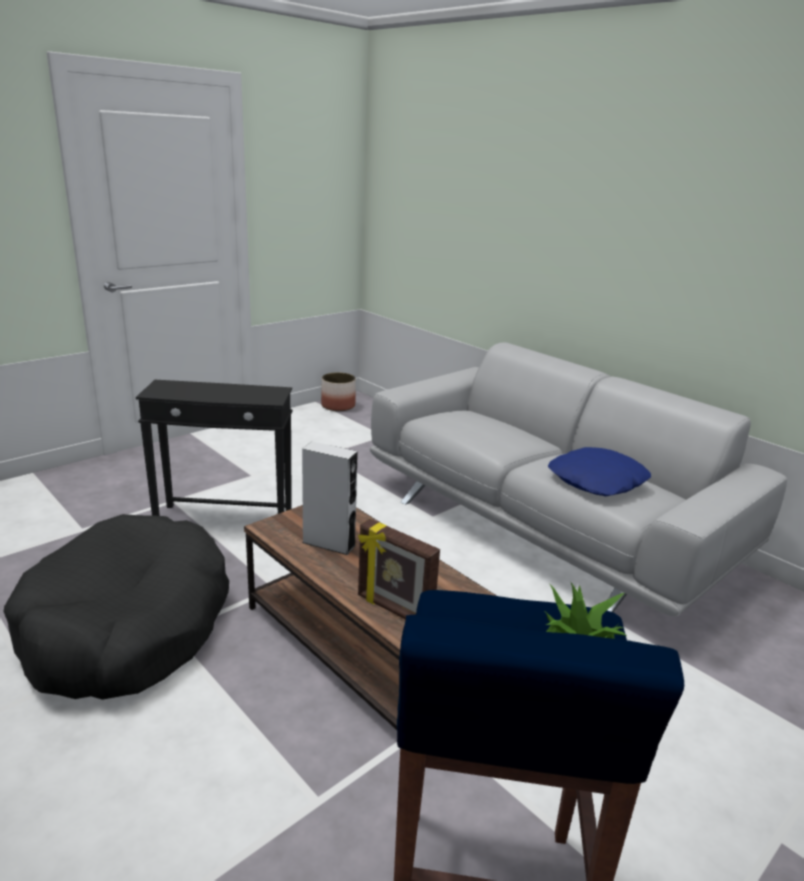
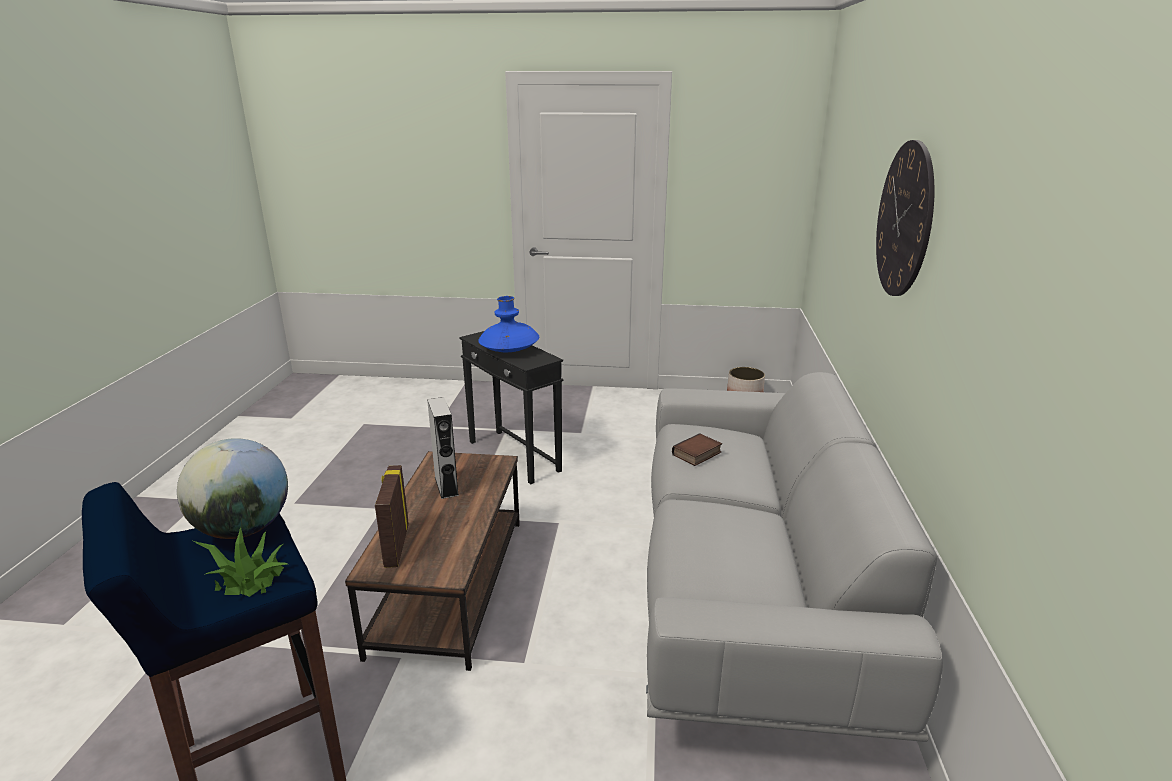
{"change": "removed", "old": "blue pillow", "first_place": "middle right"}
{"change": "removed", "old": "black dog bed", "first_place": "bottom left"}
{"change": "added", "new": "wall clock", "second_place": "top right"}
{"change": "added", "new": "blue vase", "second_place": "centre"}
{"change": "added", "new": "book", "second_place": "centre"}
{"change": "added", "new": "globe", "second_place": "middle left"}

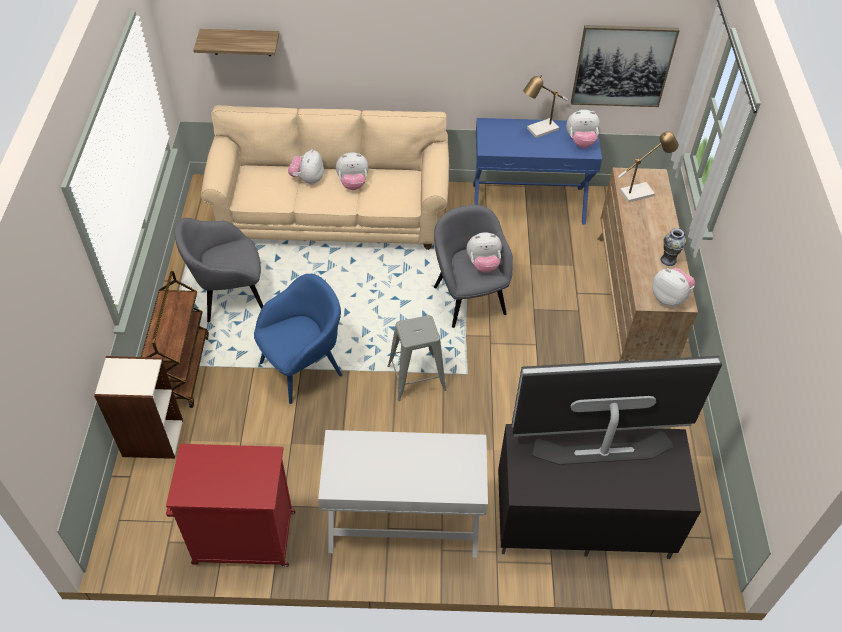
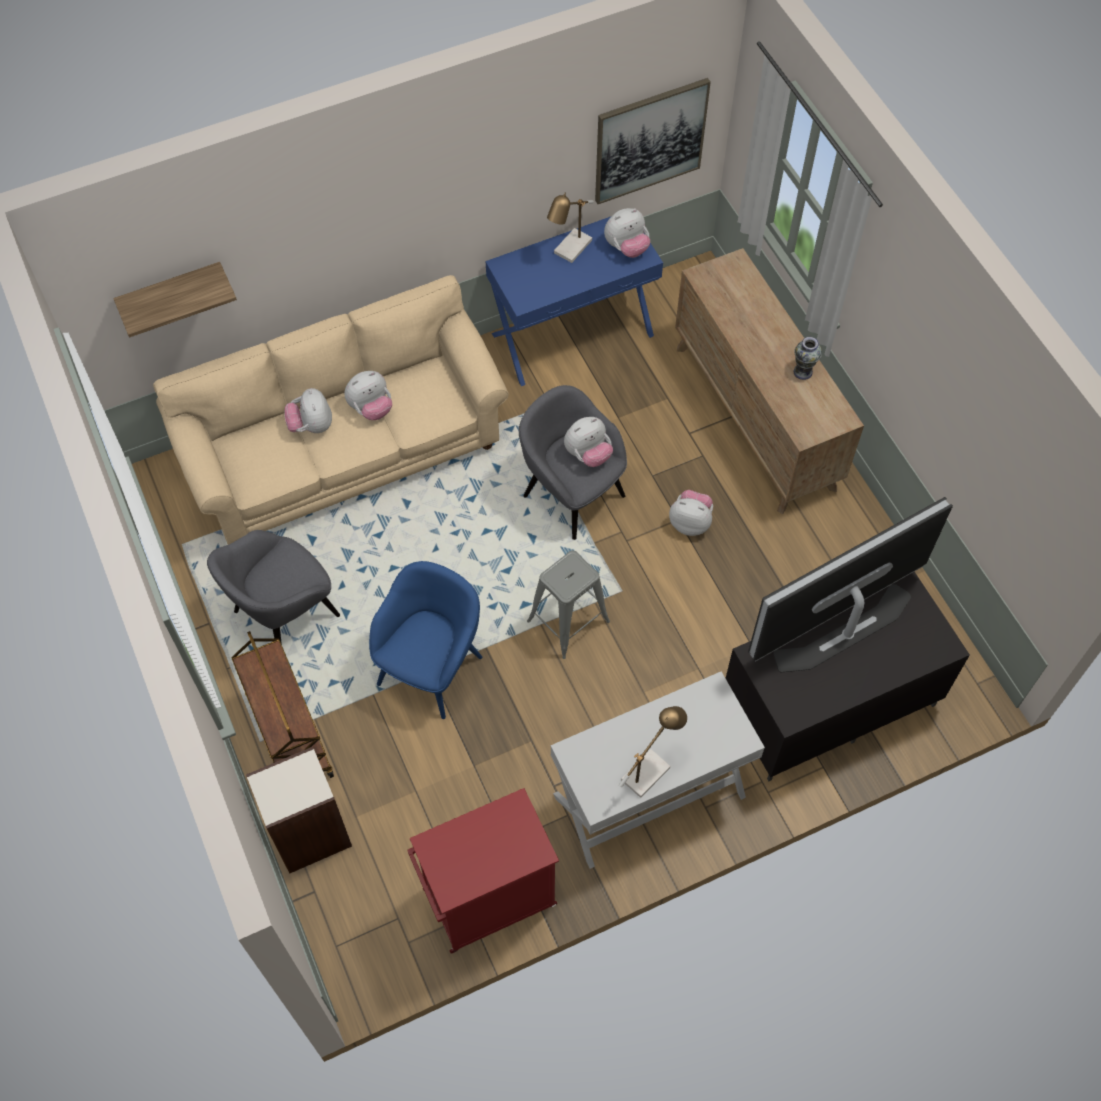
{"change": "moved", "old": "table lamp (2nd from left)", "first_place": "top right", "second_place": "bottom centre"}
{"change": "moved", "old": "plush toy (5th from left)", "first_place": "middle right", "second_place": "centre"}

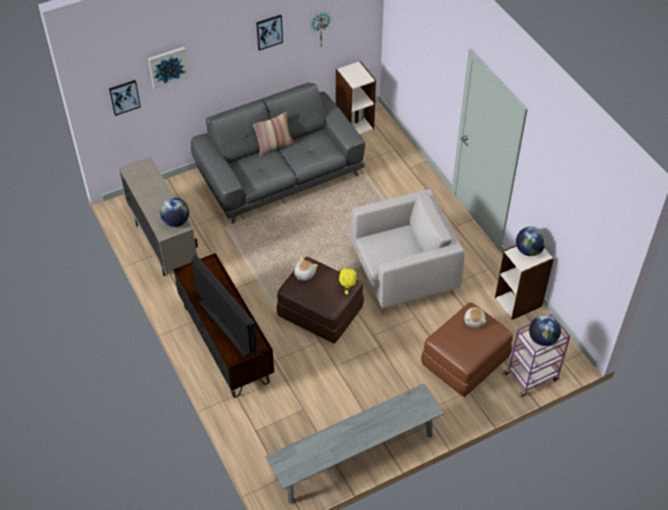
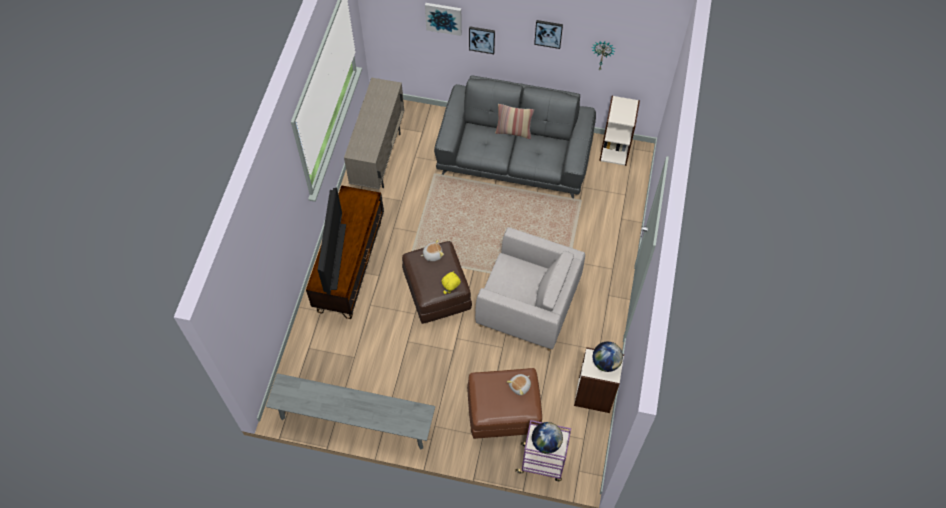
{"change": "moved", "old": "picture (1st from left in the first image)", "new": "picture (2nd from left)", "first_place": "top left", "second_place": "top centre"}
{"change": "removed", "old": "globe (1st from left)", "first_place": "middle left"}

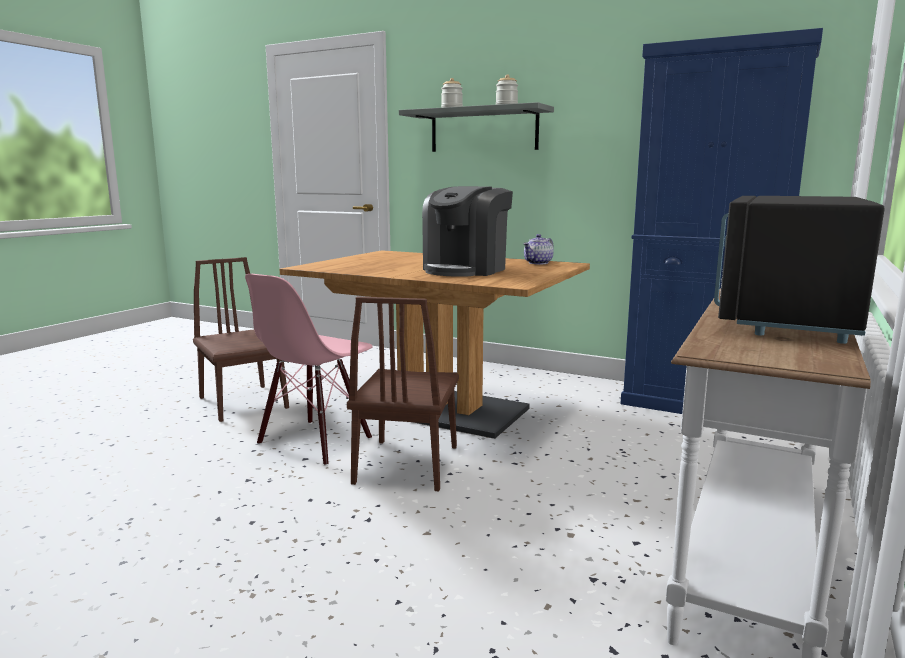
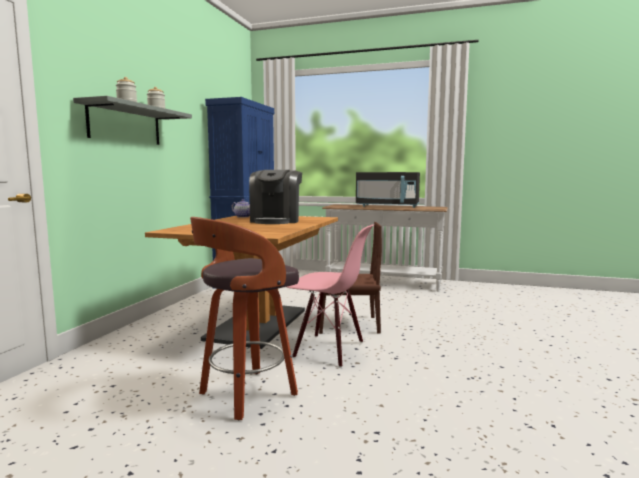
{"change": "turned", "old": "coffee machine", "first_place": "centre", "second_place": "centre", "degrees": 75}
{"change": "replaced", "old": "brown chair (1st from left)", "new": "stool", "first_place": "middle left", "second_place": "bottom centre"}

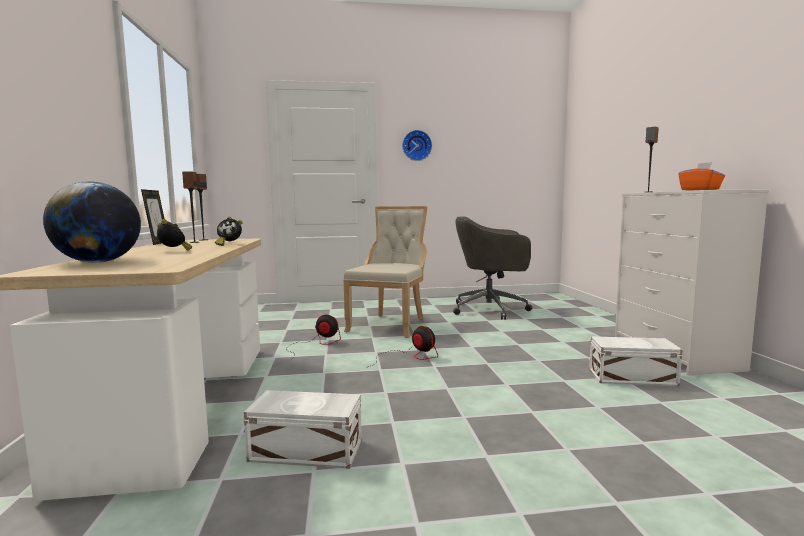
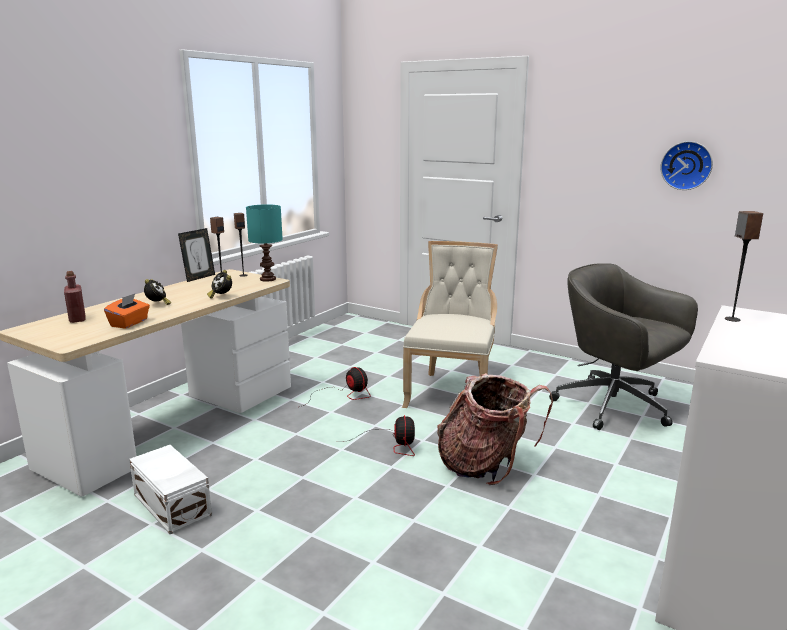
{"change": "moved", "old": "wall clock", "first_place": "top centre", "second_place": "top right"}
{"change": "moved", "old": "orange tissue box", "first_place": "top right", "second_place": "middle left"}
{"change": "replaced", "old": "globe", "new": "red bottle", "first_place": "middle left", "second_place": "middle left"}
{"change": "turned", "old": "beige chair", "first_place": "centre", "second_place": "centre", "degrees": -45}
{"change": "removed", "old": "white storage box (2nd from left)", "first_place": "bottom right"}
{"change": "added", "new": "turquoise table lamp", "second_place": "centre"}
{"change": "added", "new": "backpack", "second_place": "bottom centre"}

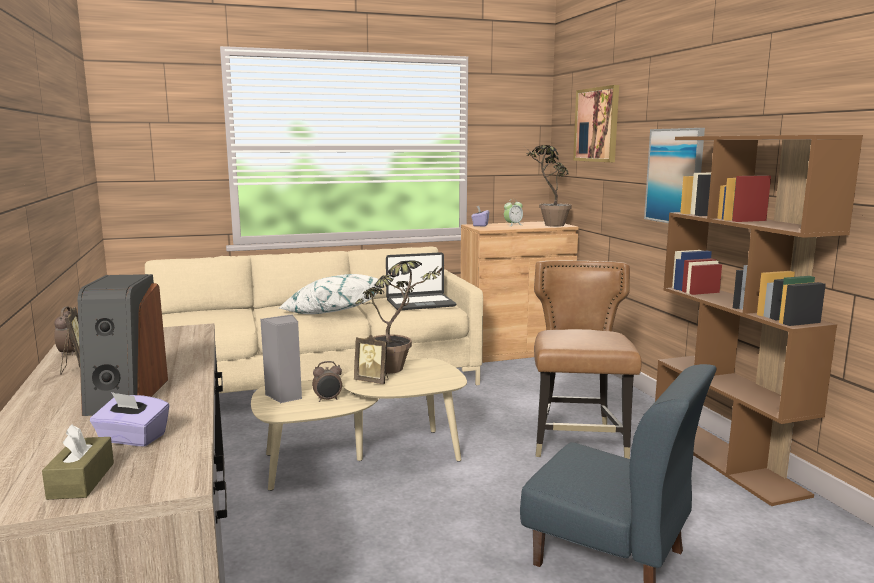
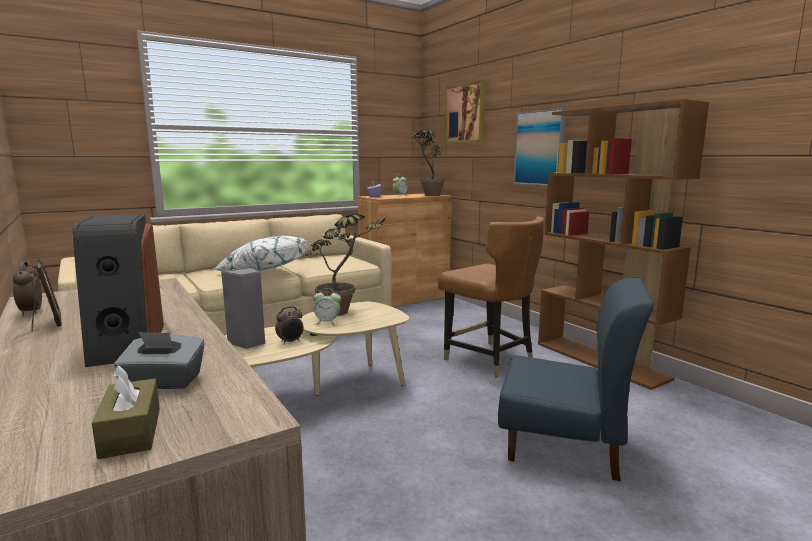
{"change": "removed", "old": "laptop", "first_place": "centre"}
{"change": "turned", "old": "brown chair", "first_place": "middle right", "second_place": "centre", "degrees": 150}
{"change": "replaced", "old": "picture frame (2nd from left)", "new": "alarm clock (3rd from left)", "first_place": "centre", "second_place": "centre"}
{"change": "recoloured", "old": "purple tissue box (1st from left)", "new": "grey tissue box", "first_place": "bottom left", "second_place": "middle left"}

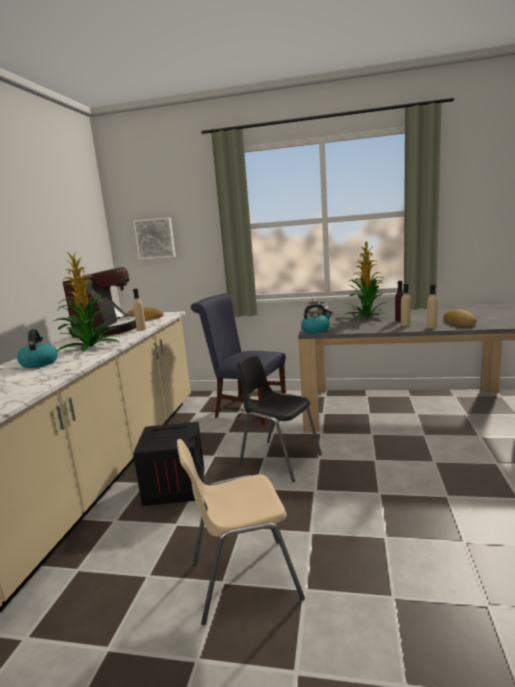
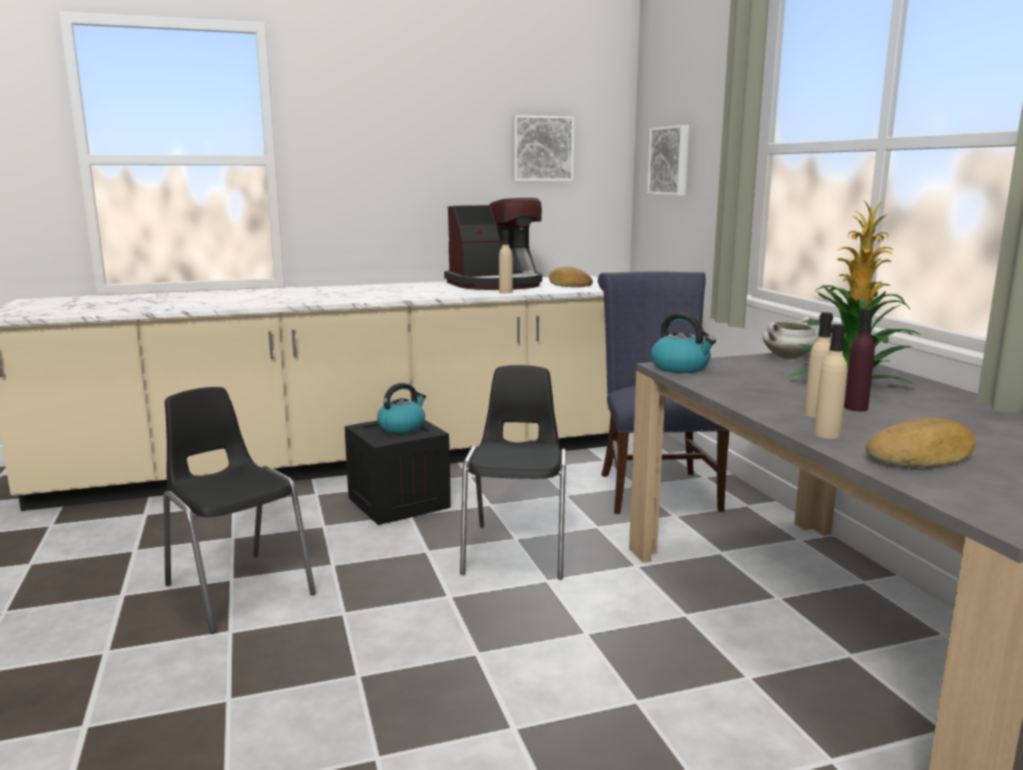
{"change": "removed", "old": "potted plant (1st from left)", "first_place": "middle left"}
{"change": "moved", "old": "kettle (1st from left)", "first_place": "middle left", "second_place": "centre"}
{"change": "recoloured", "old": "beige chair", "new": "black chair (1st from left)", "first_place": "bottom centre", "second_place": "middle left"}
{"change": "added", "new": "picture (1st from left)", "second_place": "top centre"}

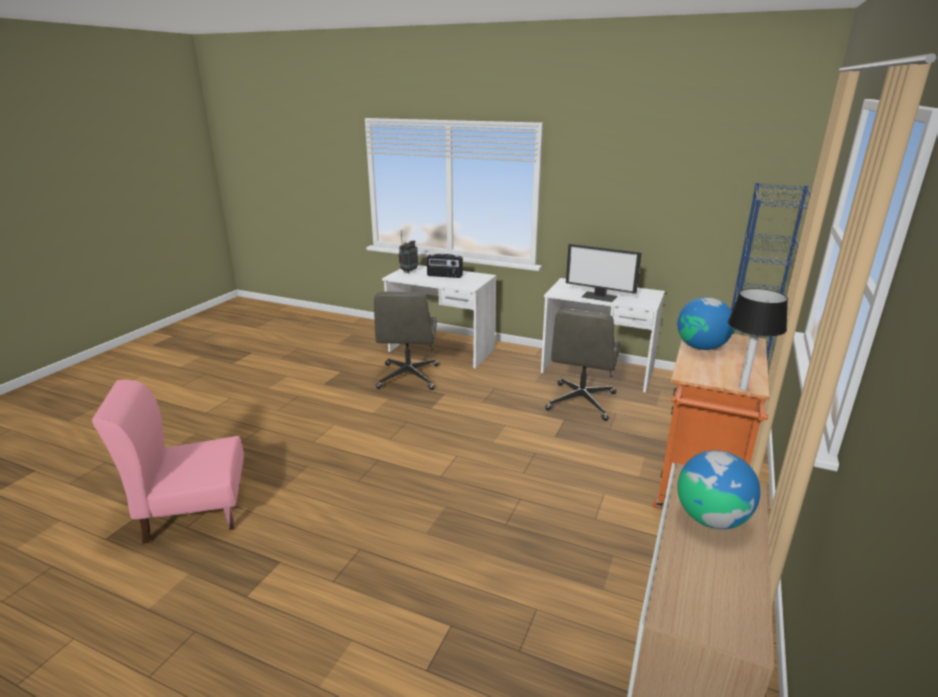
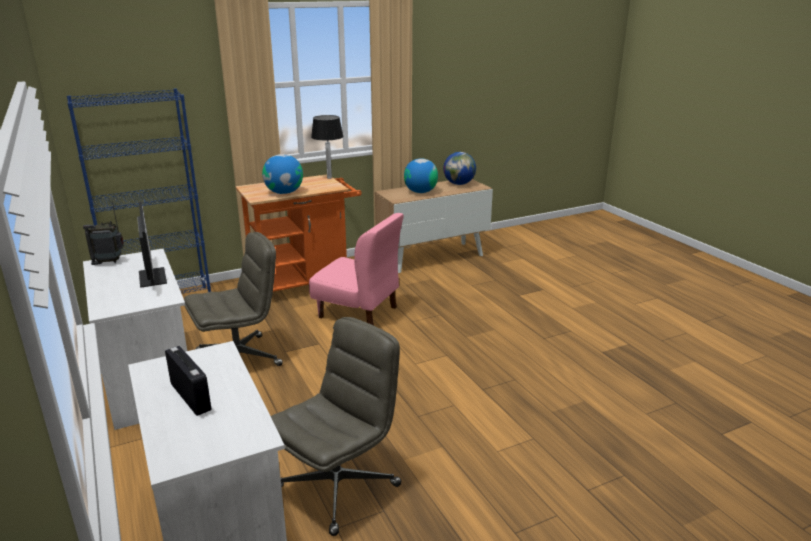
{"change": "moved", "old": "radio (1st from left)", "first_place": "centre", "second_place": "middle left"}
{"change": "moved", "old": "pink chair", "first_place": "middle left", "second_place": "centre"}
{"change": "added", "new": "globe (3rd from left)", "second_place": "top centre"}

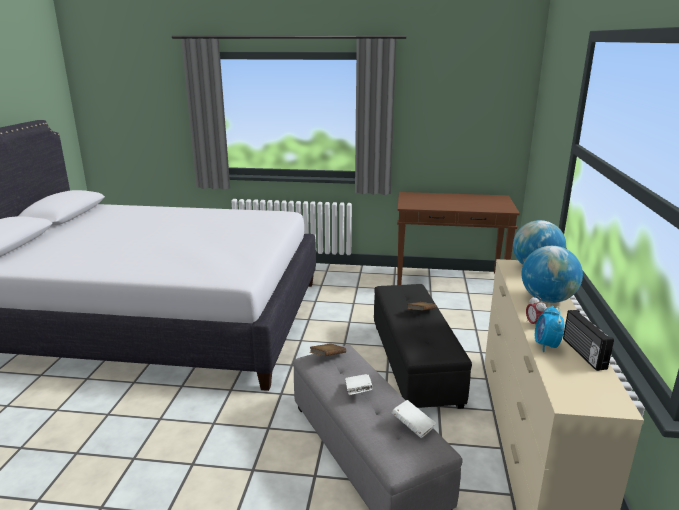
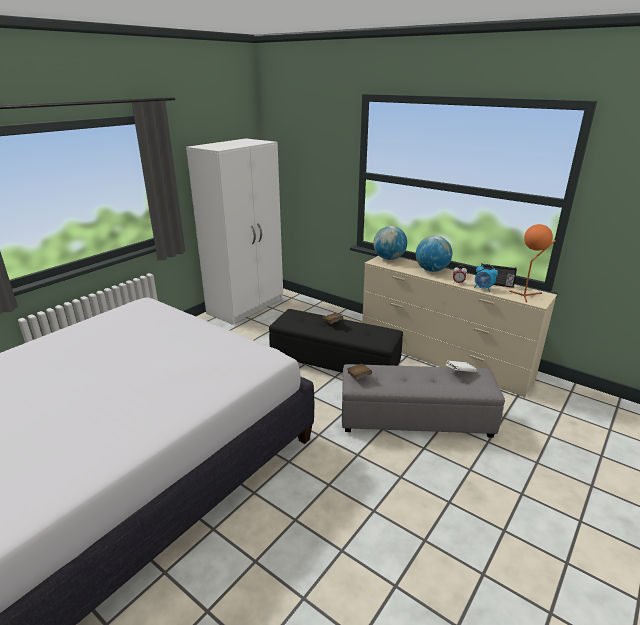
{"change": "replaced", "old": "brown console table", "new": "white wardrobe", "first_place": "middle right", "second_place": "centre"}
{"change": "removed", "old": "white book (1st from left)", "first_place": "bottom centre"}
{"change": "added", "new": "orange table lamp", "second_place": "middle right"}

